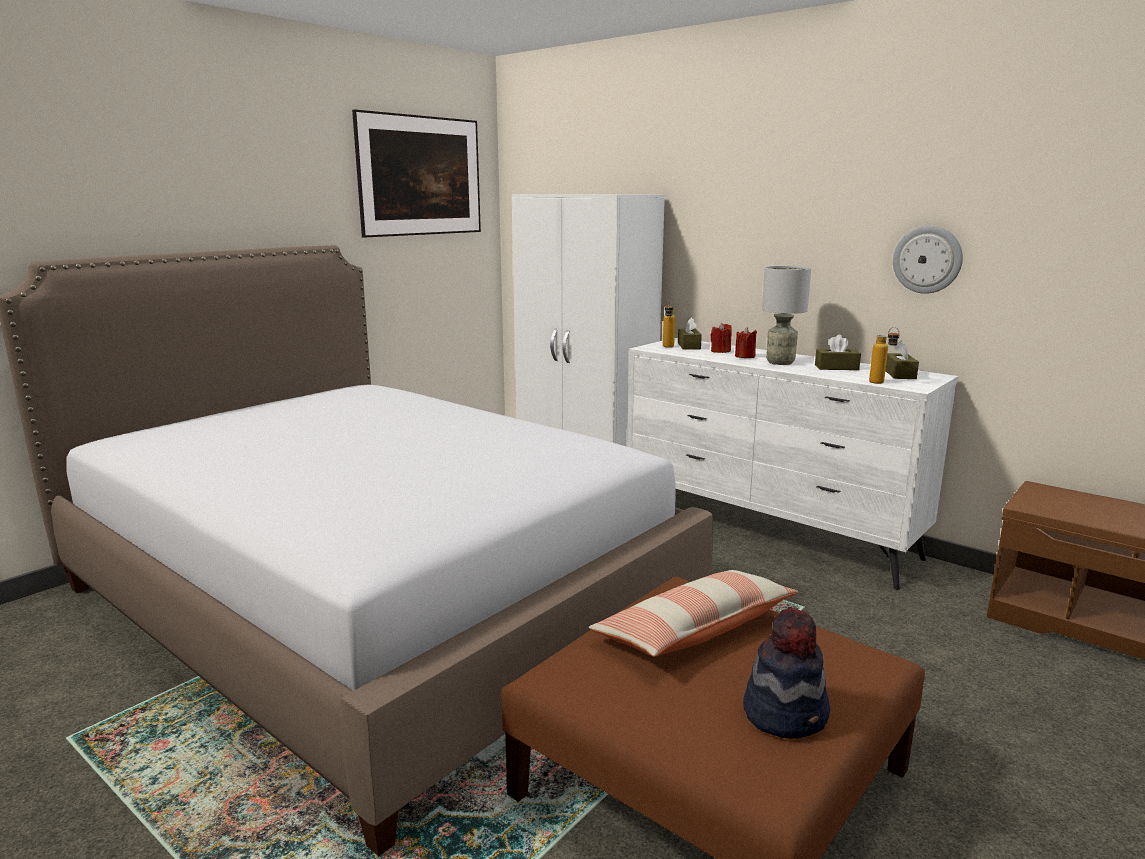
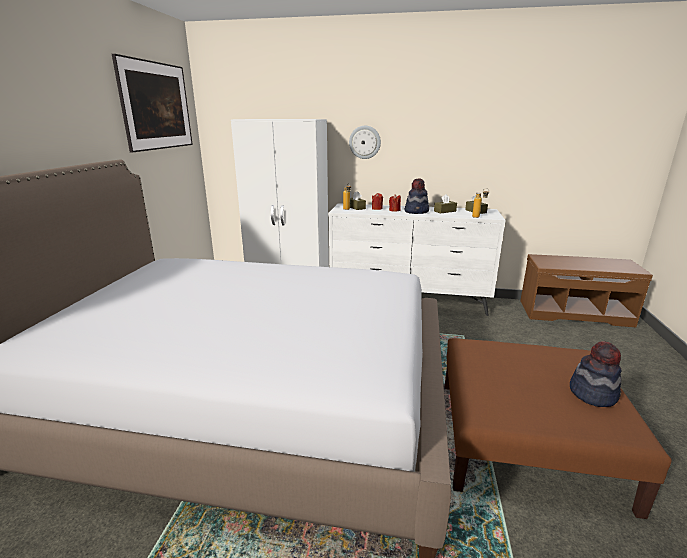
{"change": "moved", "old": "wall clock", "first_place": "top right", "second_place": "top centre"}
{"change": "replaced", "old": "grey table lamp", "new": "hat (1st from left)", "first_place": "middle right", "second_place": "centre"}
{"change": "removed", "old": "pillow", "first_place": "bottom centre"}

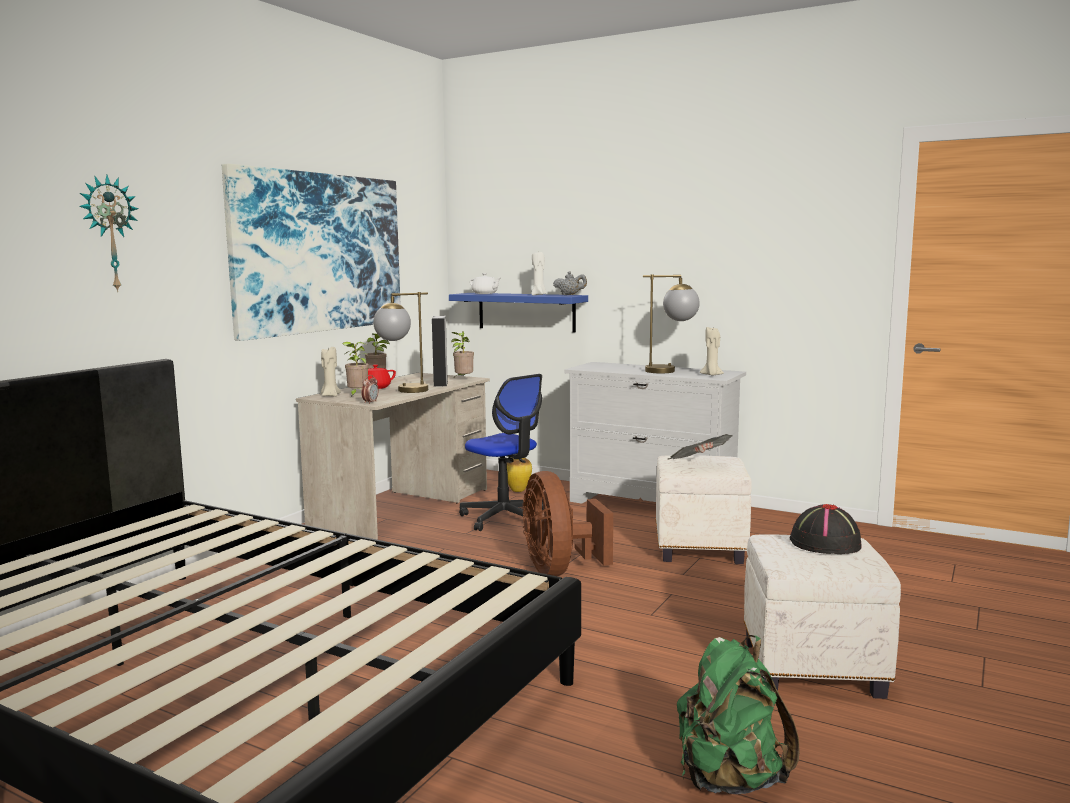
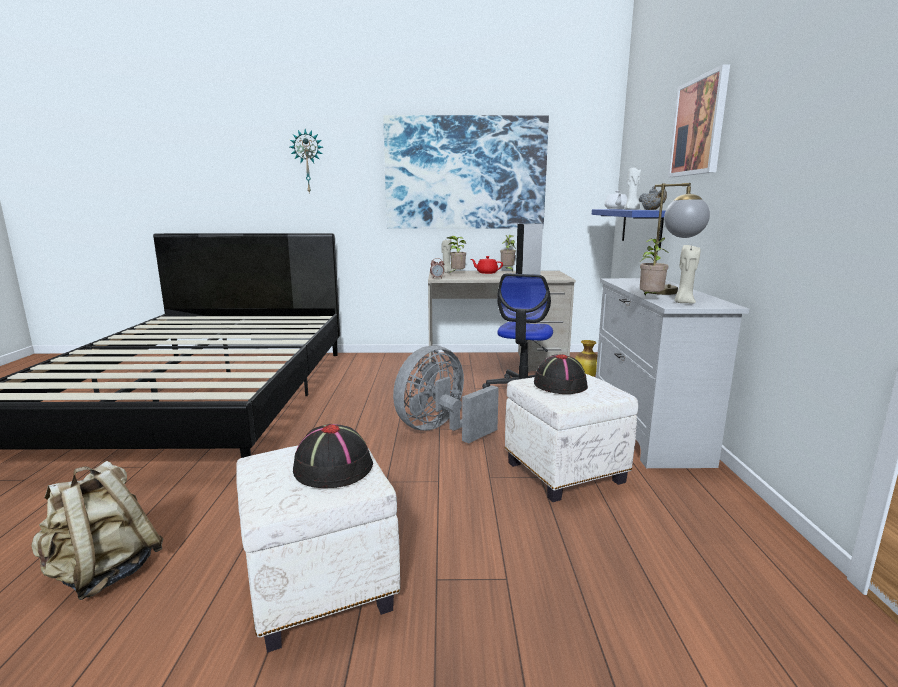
{"change": "removed", "old": "table lamp (1st from left)", "first_place": "centre"}
{"change": "moved", "old": "potted plant (3rd from left)", "first_place": "centre", "second_place": "middle right"}
{"change": "replaced", "old": "newspaper", "new": "black hat (2nd from left)", "first_place": "centre", "second_place": "centre"}
{"change": "recoloured", "old": "brown fan", "new": "grey fan", "first_place": "centre", "second_place": "centre"}
{"change": "recoloured", "old": "green backpack", "new": "beige backpack", "first_place": "bottom right", "second_place": "bottom left"}
{"change": "added", "new": "picture (2nd from left)", "second_place": "top right"}

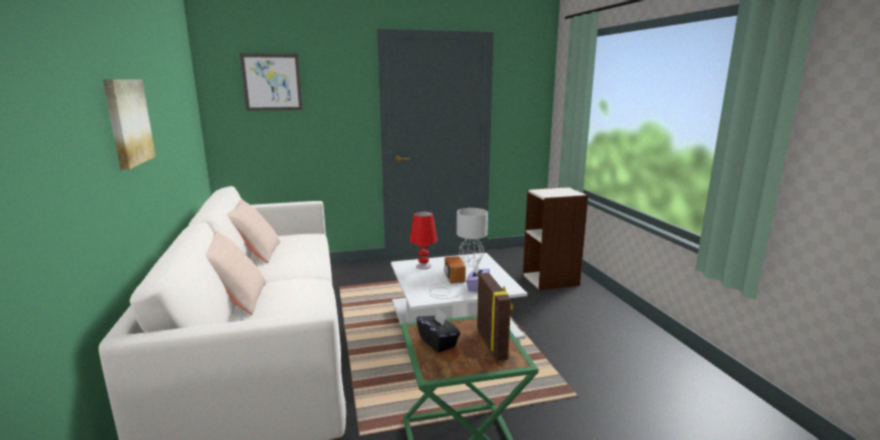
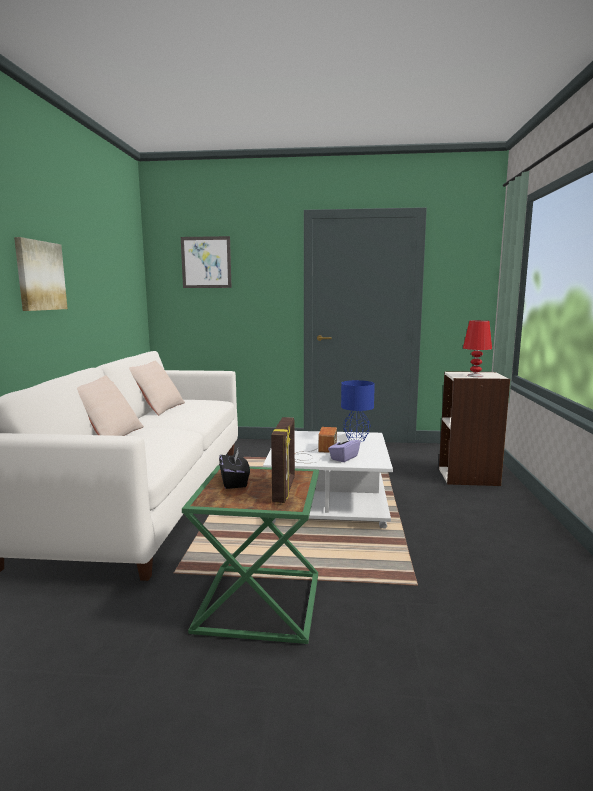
{"change": "recoloured", "old": "grey table lamp", "new": "blue table lamp", "first_place": "centre", "second_place": "centre"}
{"change": "moved", "old": "red table lamp", "first_place": "centre", "second_place": "middle right"}

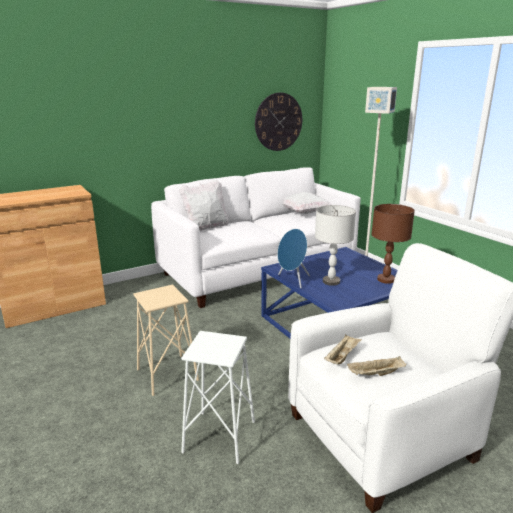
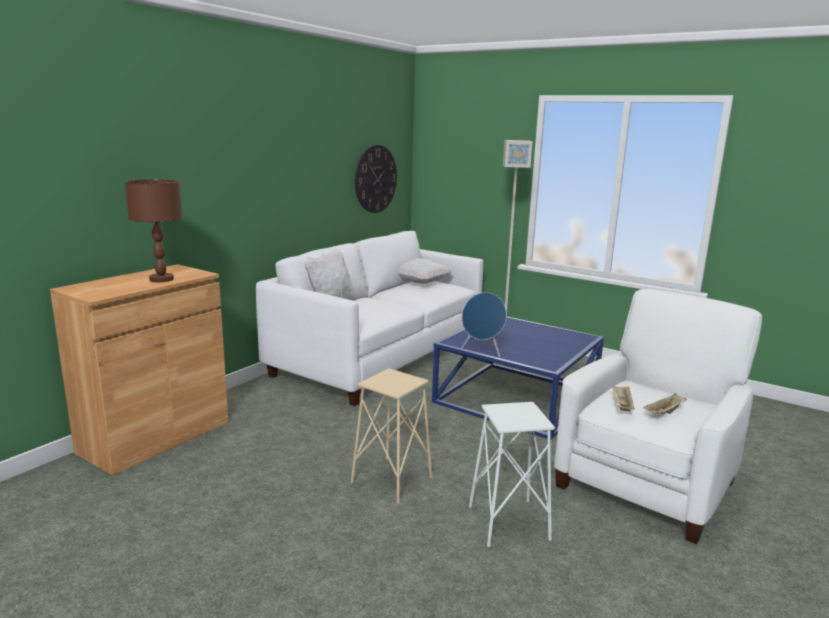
{"change": "moved", "old": "brown table lamp", "first_place": "middle right", "second_place": "middle left"}
{"change": "removed", "old": "grey table lamp", "first_place": "centre"}

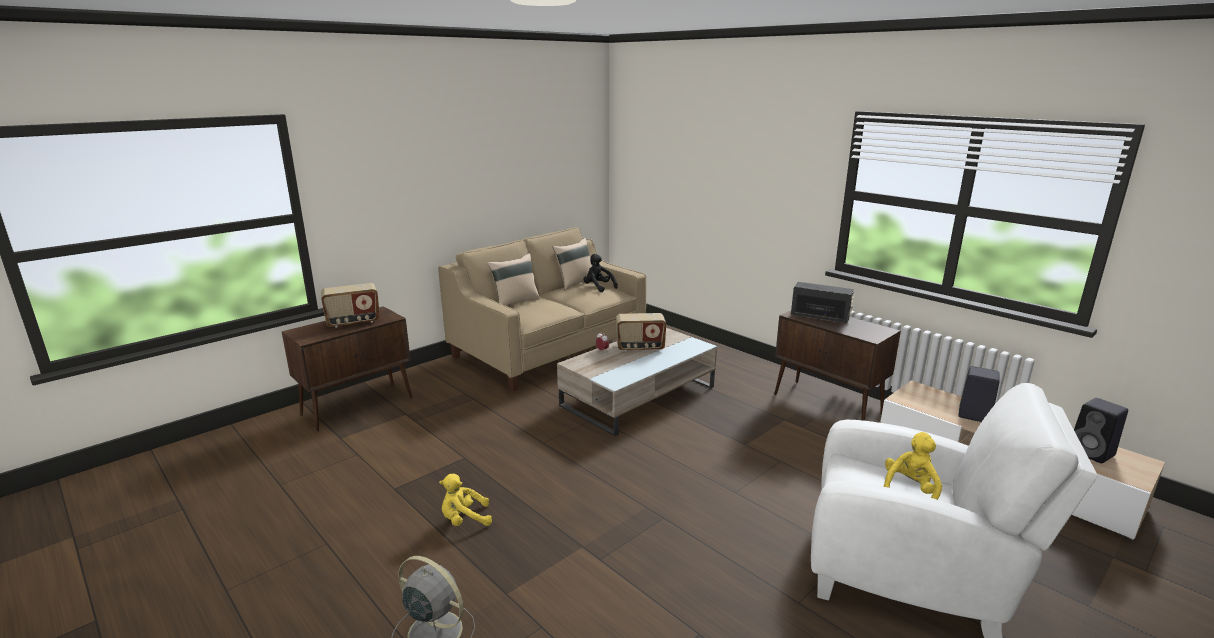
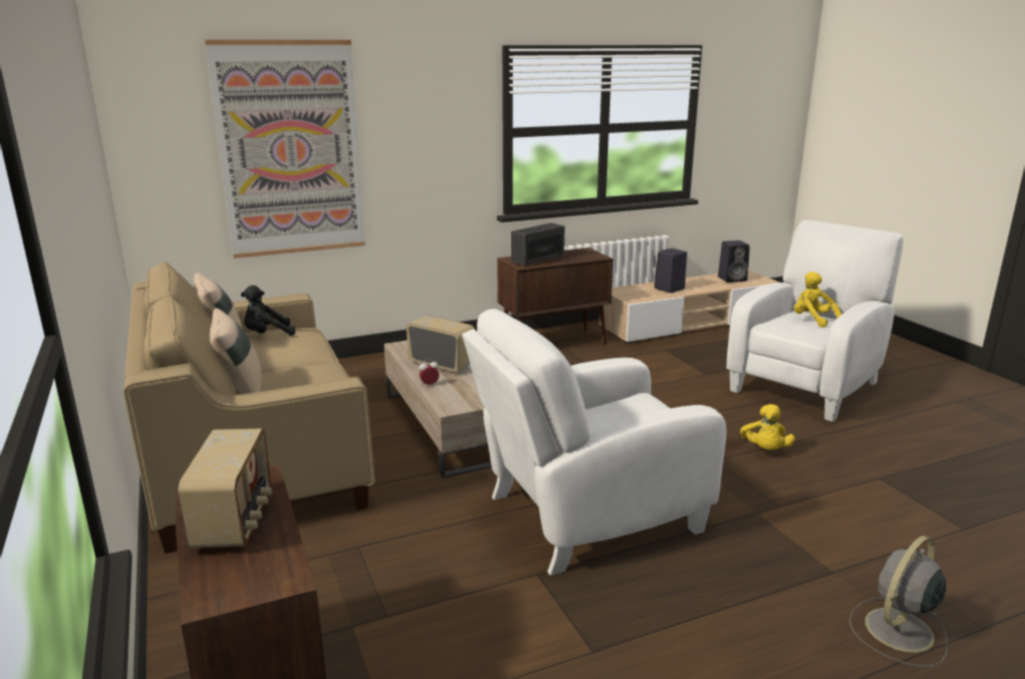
{"change": "turned", "old": "radio (2nd from left)", "first_place": "centre", "second_place": "centre", "degrees": -75}
{"change": "moved", "old": "yellow plush toy (1st from left)", "first_place": "bottom centre", "second_place": "middle right"}
{"change": "added", "new": "picture", "second_place": "top left"}
{"change": "added", "new": "white armchair (1st from left)", "second_place": "centre"}

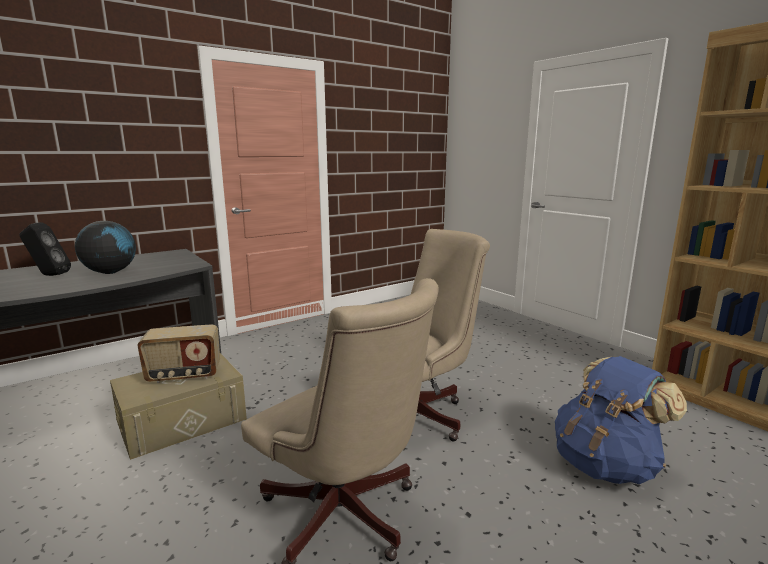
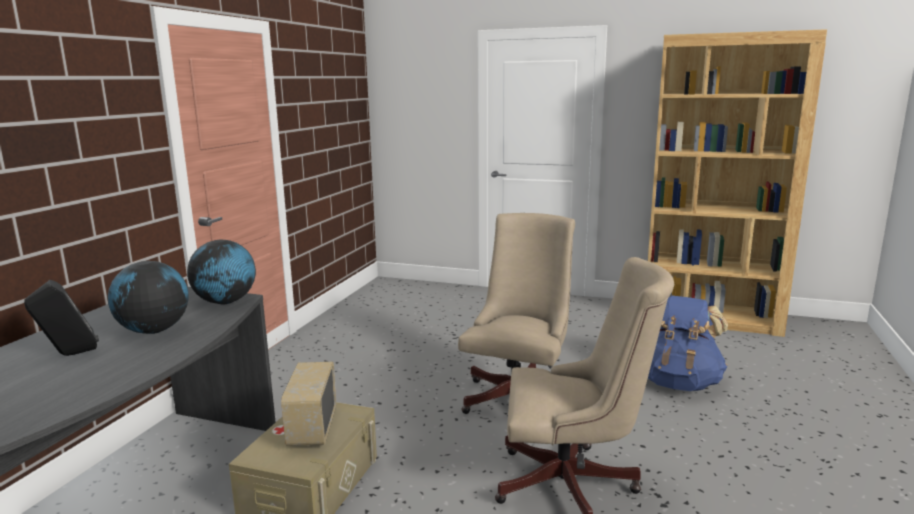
{"change": "turned", "old": "radio", "first_place": "middle left", "second_place": "bottom centre", "degrees": 135}
{"change": "added", "new": "globe (2nd from left)", "second_place": "middle left"}

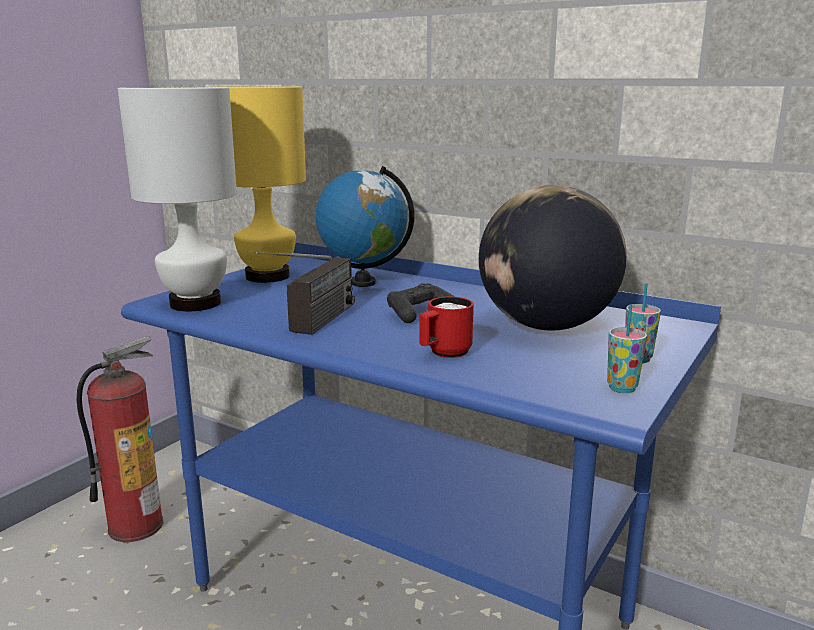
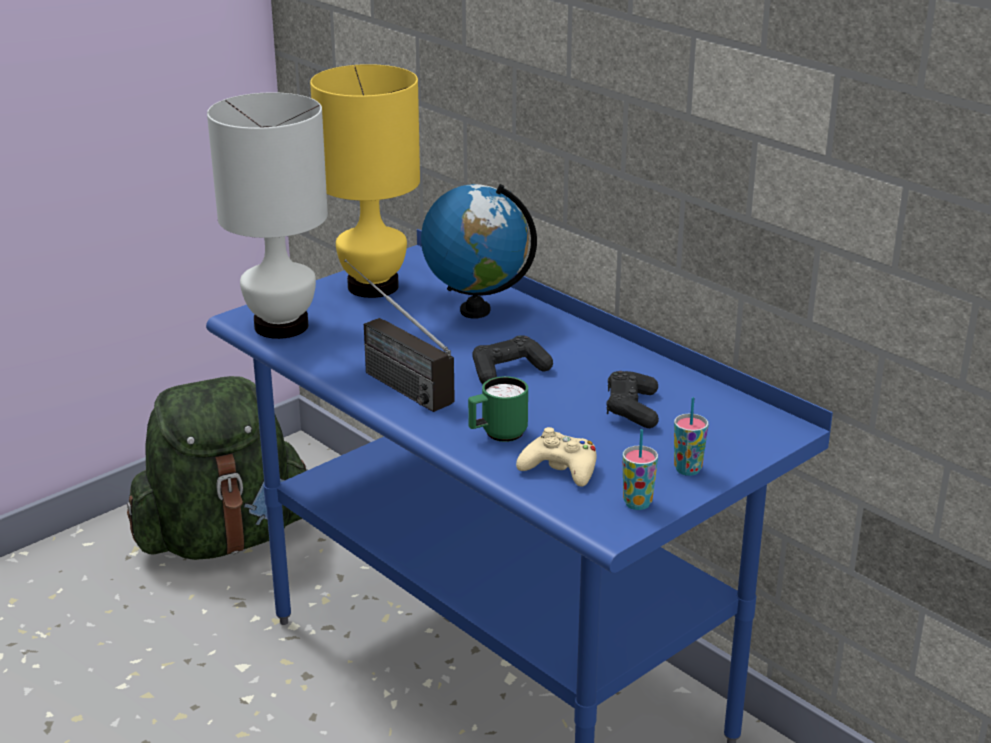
{"change": "replaced", "old": "globe (2nd from left)", "new": "black game controller (2nd from left)", "first_place": "middle right", "second_place": "centre"}
{"change": "turned", "old": "radio", "first_place": "centre", "second_place": "centre", "degrees": 105}
{"change": "recoloured", "old": "red mug", "new": "green mug", "first_place": "centre", "second_place": "centre"}
{"change": "replaced", "old": "fire extinguisher", "new": "green backpack", "first_place": "bottom left", "second_place": "middle left"}
{"change": "added", "new": "beige game controller", "second_place": "centre"}

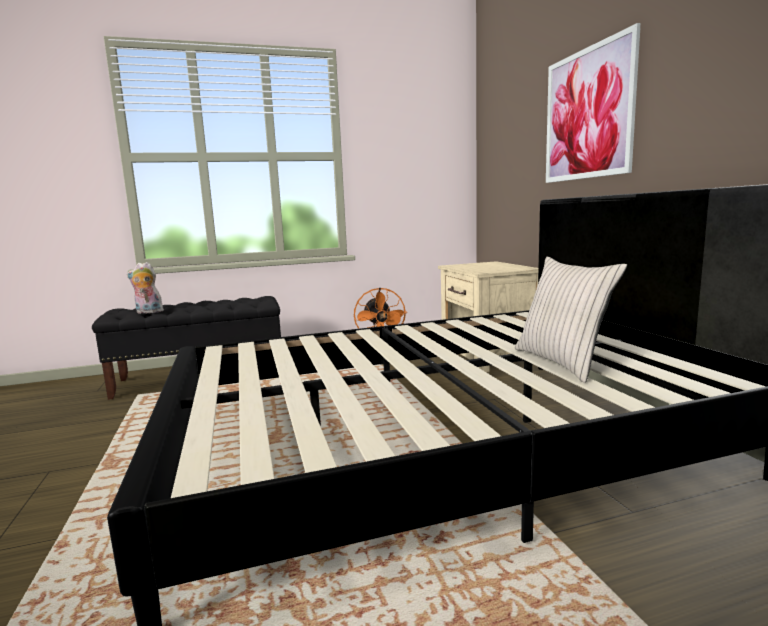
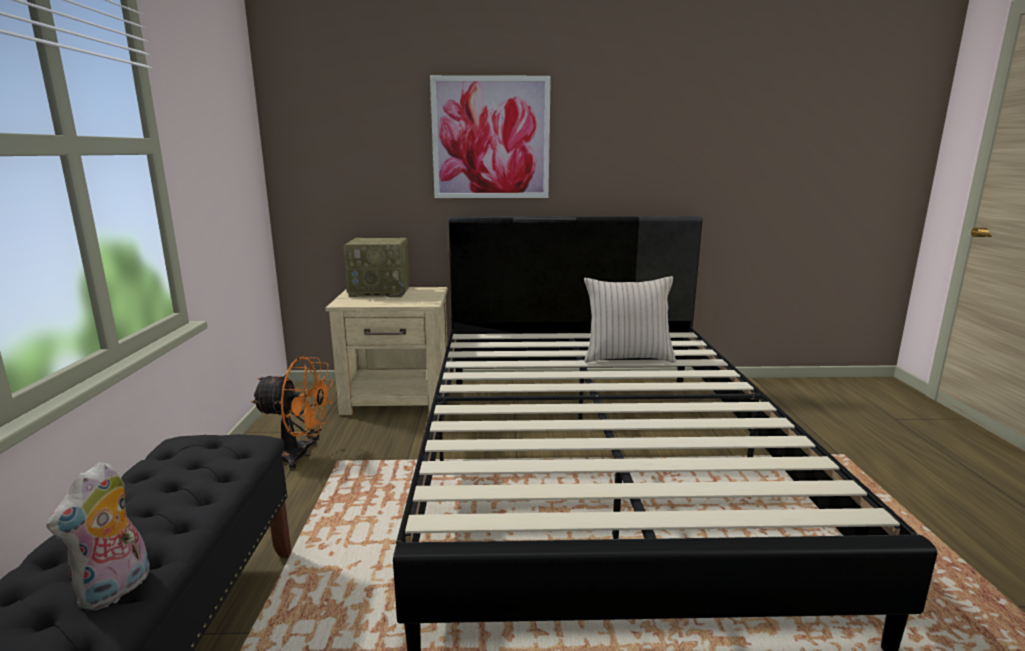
{"change": "added", "new": "radio", "second_place": "centre"}

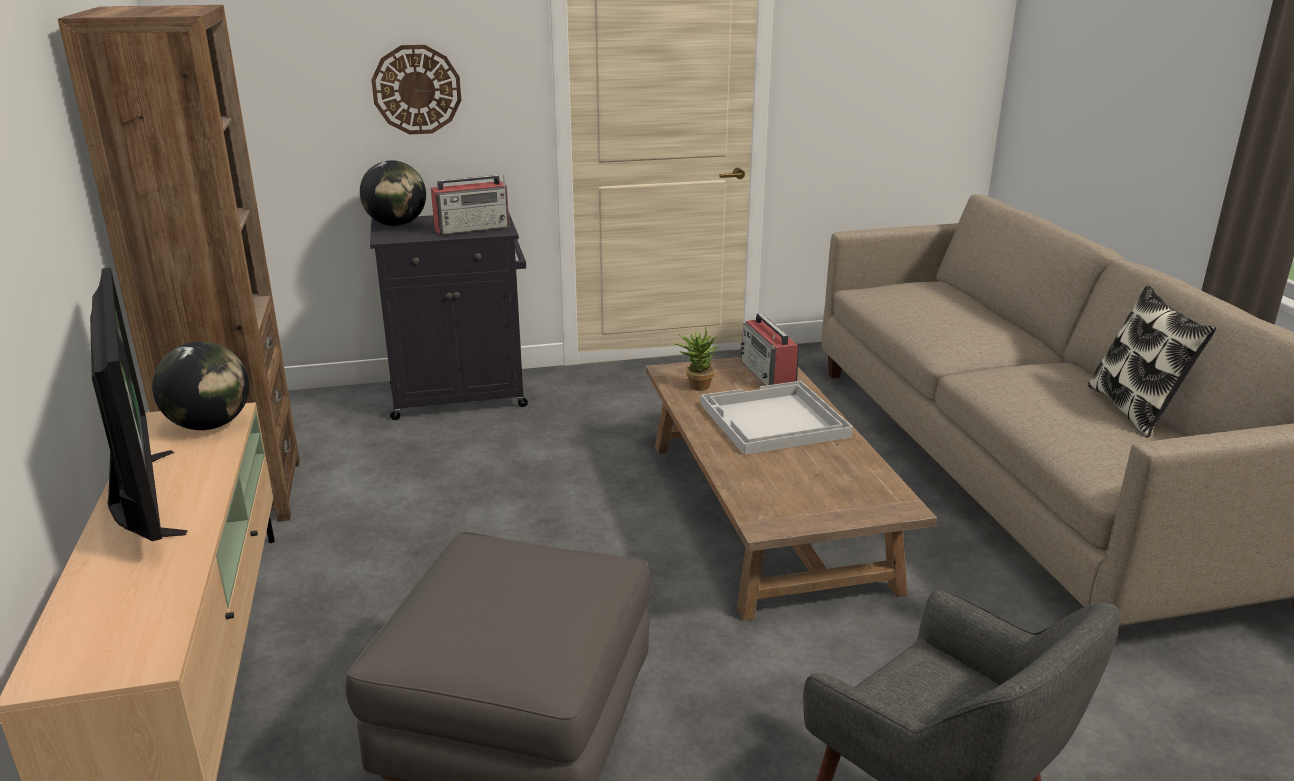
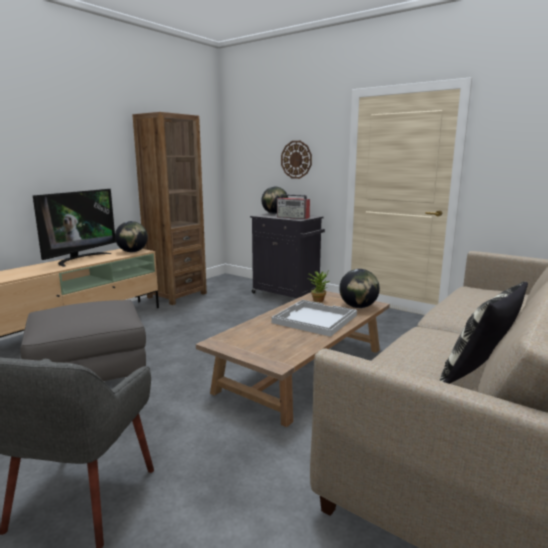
{"change": "replaced", "old": "radio (2nd from left)", "new": "globe (3rd from left)", "first_place": "centre", "second_place": "centre"}

